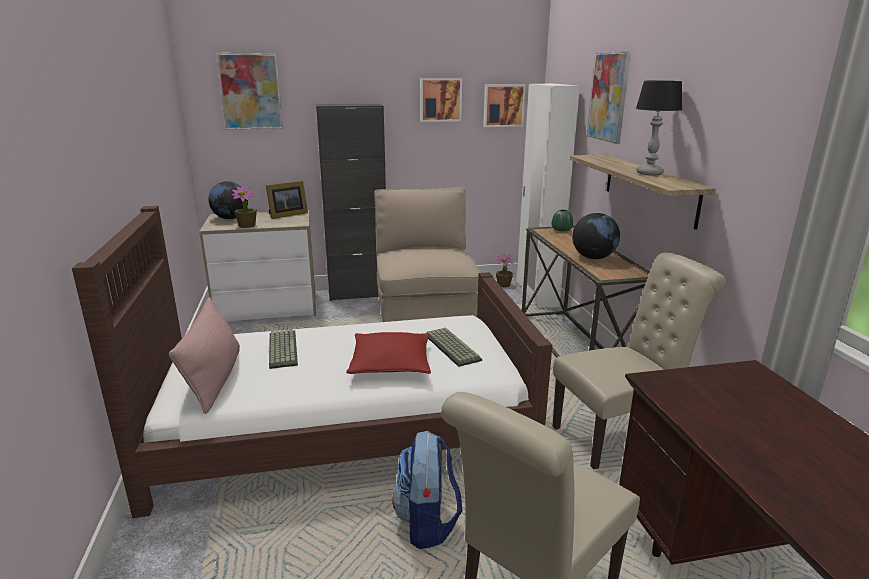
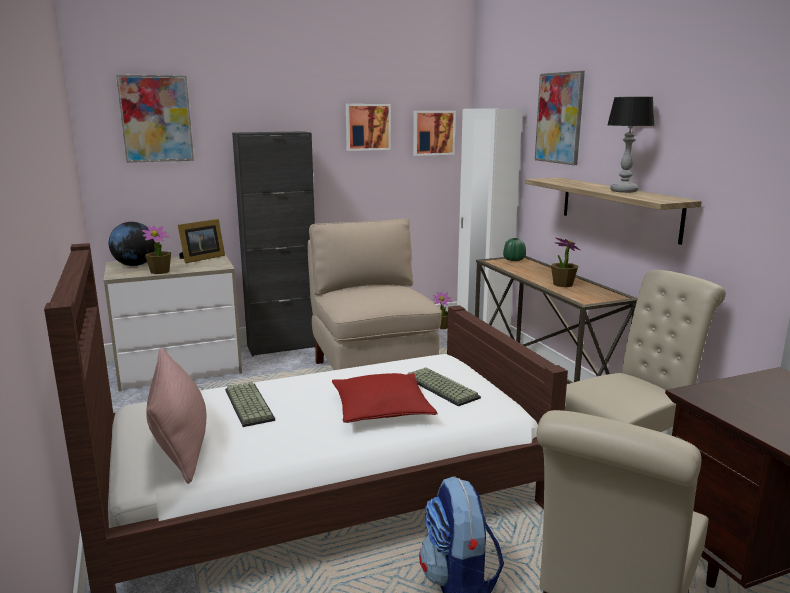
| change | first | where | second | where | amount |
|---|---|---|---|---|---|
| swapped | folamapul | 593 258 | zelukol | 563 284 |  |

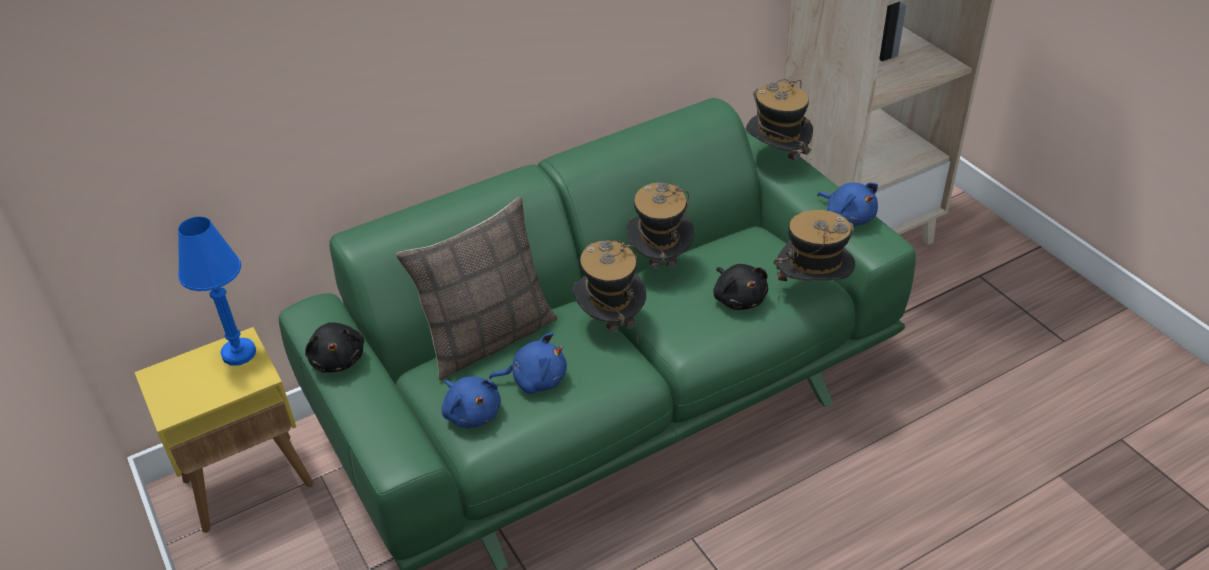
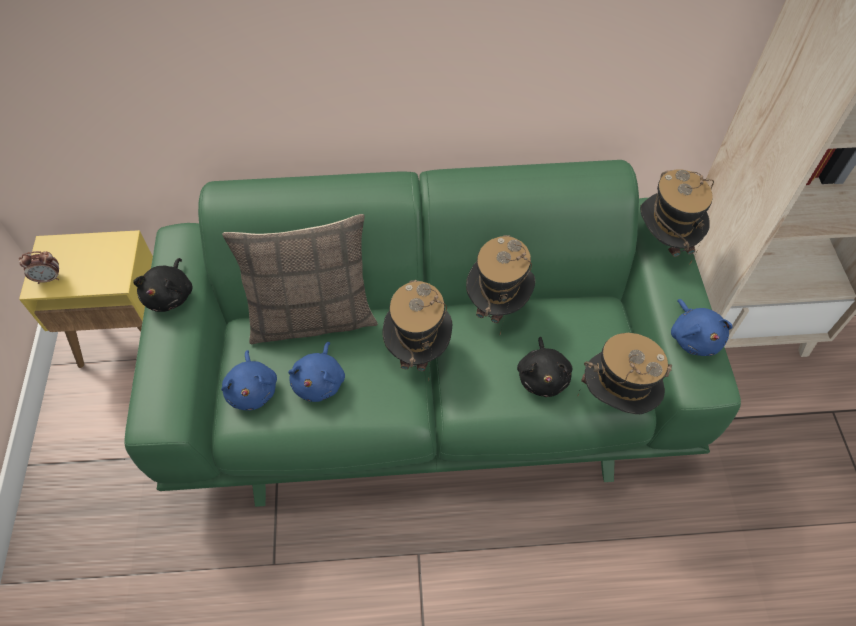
| change | first | where | second | where | amount |
|---|---|---|---|---|---|
| gone | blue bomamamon | 239 353 |  |  |  |
| new |  |  | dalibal | 49 278 |  |
| rotated | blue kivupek | 535 379 |  | 320 381 | 75 degrees clockwise |

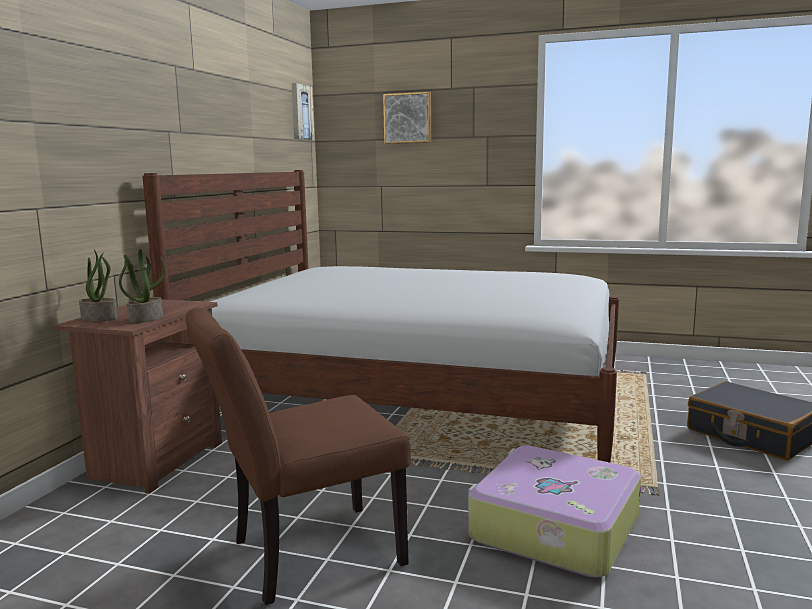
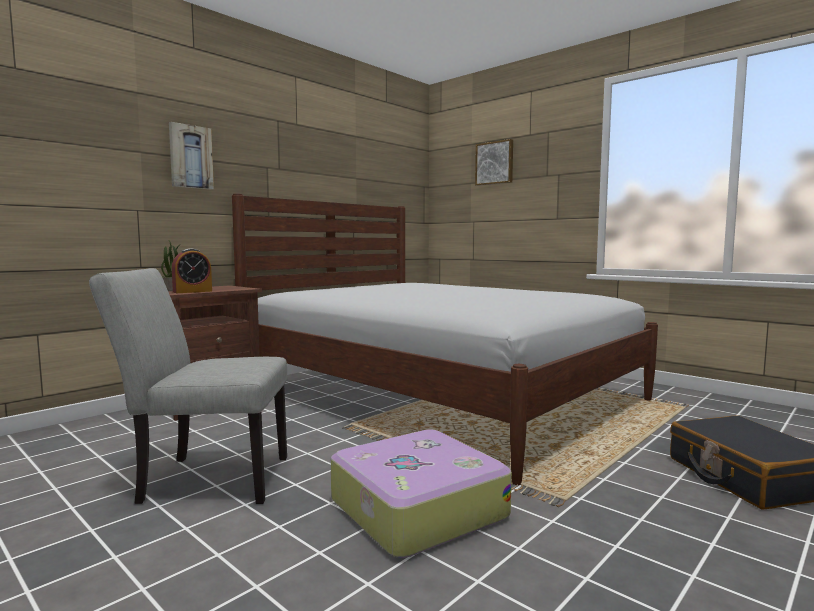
| change | first | where | second | where | amount |
|---|---|---|---|---|---|
| shifted | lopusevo | 300 112 |  | 190 157 |  |
| swapped | zelukol | 146 319 | dalibal | 192 291 |  |
| repainted | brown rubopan | 303 555 | grey rubopan | 205 479 |  |

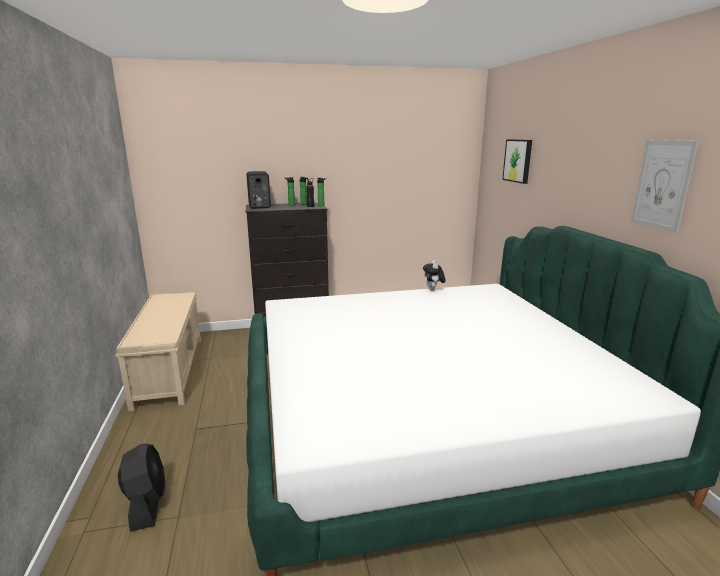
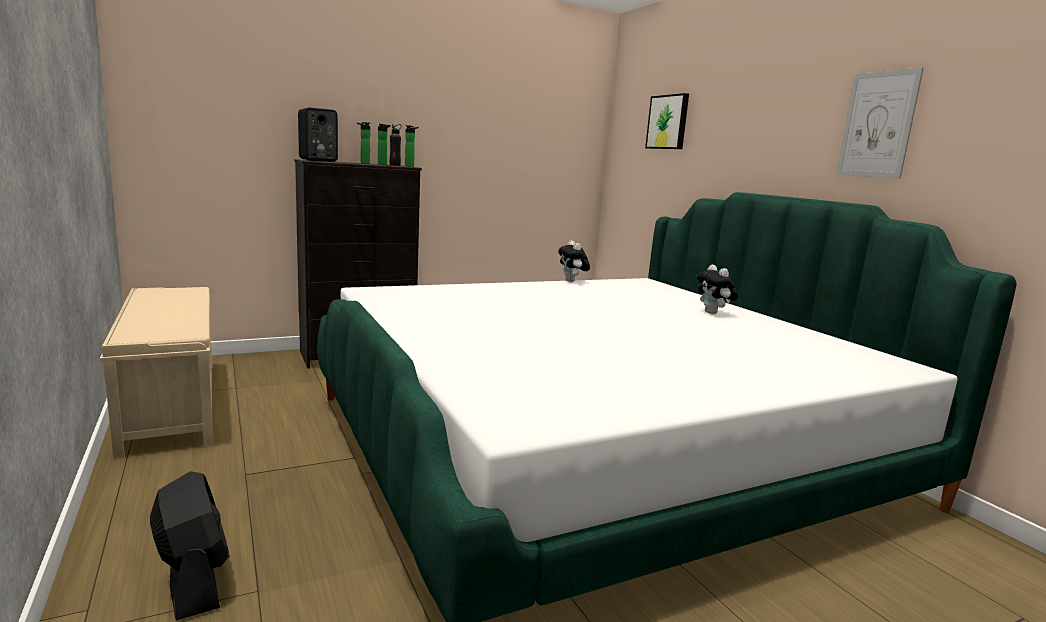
| change | first | where | second | where | amount |
|---|---|---|---|---|---|
| new |  |  | kivupek | 713 313 |  |

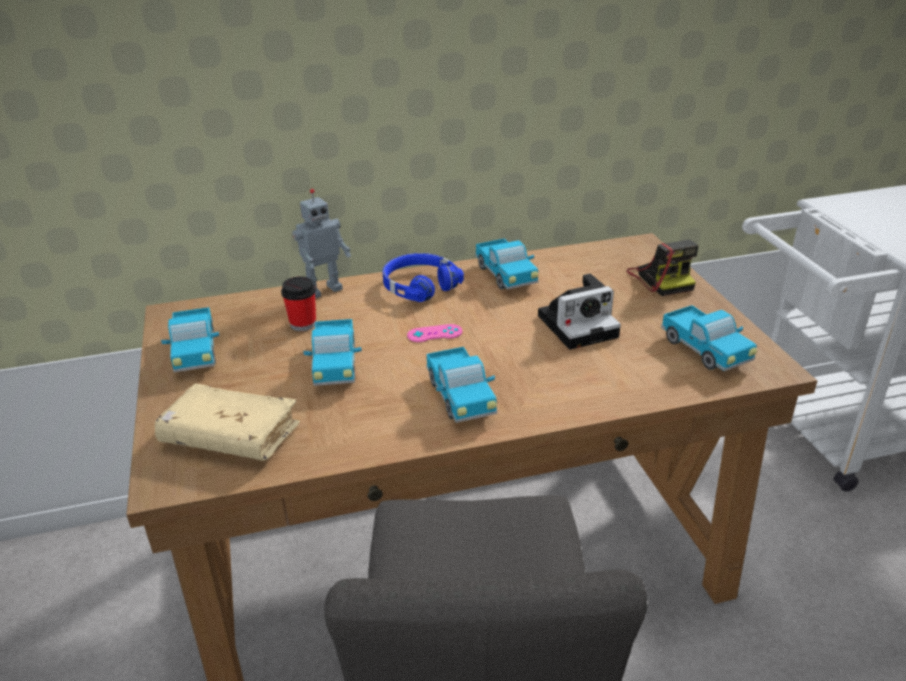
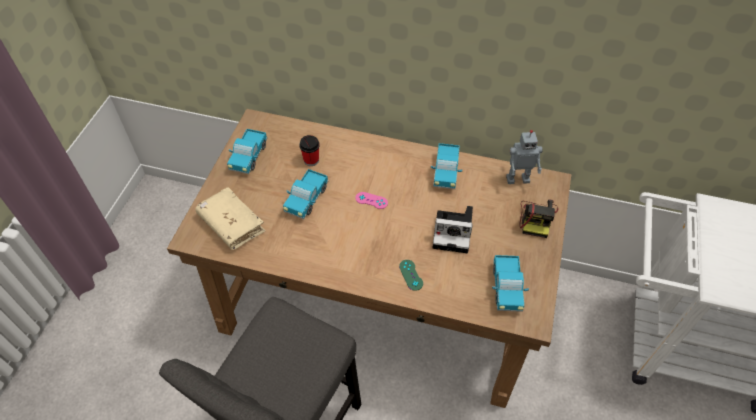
| change | first | where | second | where | amount |
|---|---|---|---|---|---|
| gone | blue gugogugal | 419 286 |  |  |  |
| gone | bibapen | 460 398 |  |  |  |
| new |  |  | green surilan | 411 275 |  |
| shifted | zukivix | 323 290 |  | 517 178 |  |

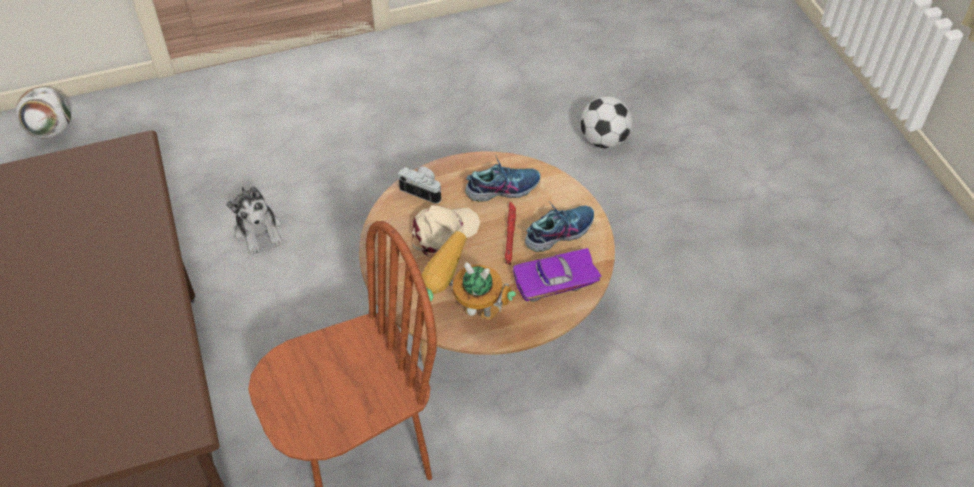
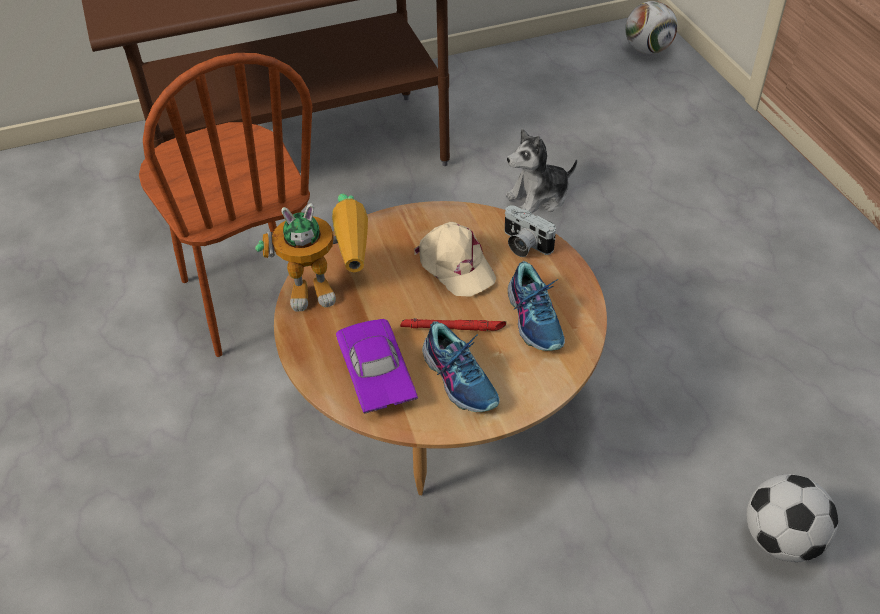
| change | first | where | second | where | amount |
|---|---|---|---|---|---|
| rotated | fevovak | 423 190 |  | 524 245 | 105 degrees clockwise |
| rotated | zukivix | 464 313 |  | 330 289 | 60 degrees clockwise |

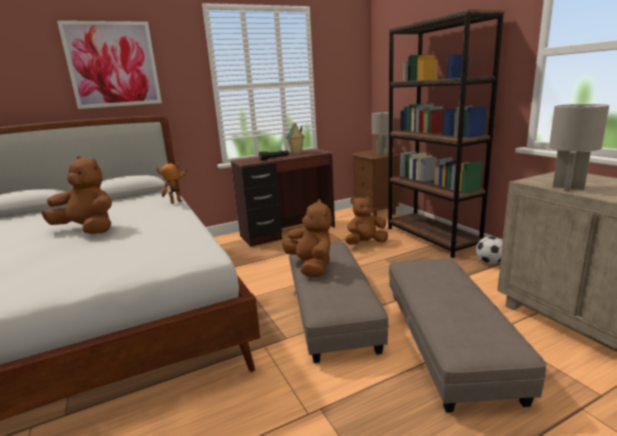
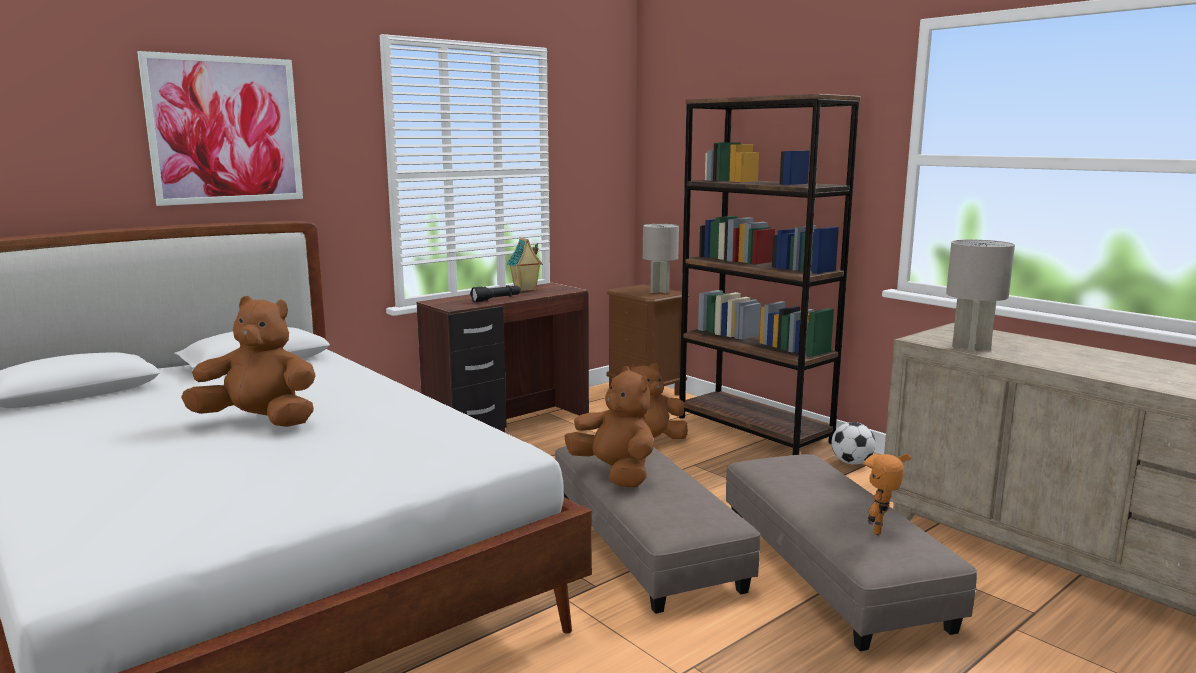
| change | first | where | second | where | amount |
|---|---|---|---|---|---|
| shifted | zukivix | 178 202 |  | 882 531 |  |

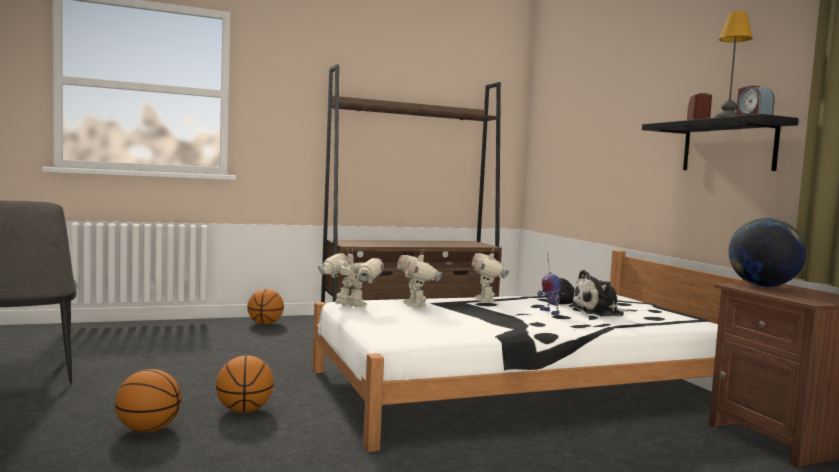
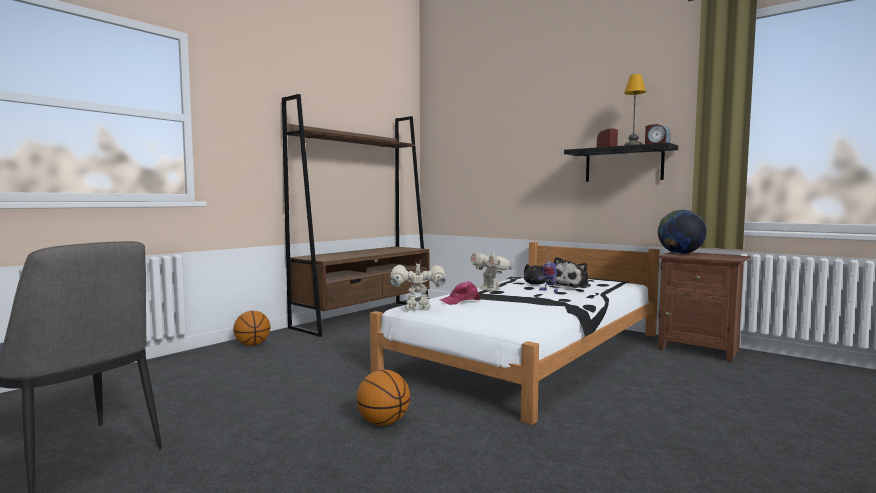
| change | first | where | second | where | amount |
|---|---|---|---|---|---|
| gone | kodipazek | 148 430 |  |  |  |
| swapped | zukivix | 416 306 | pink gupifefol | 461 301 |  |

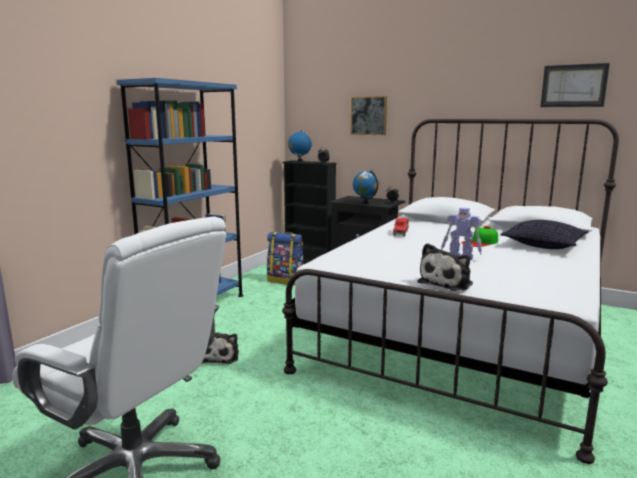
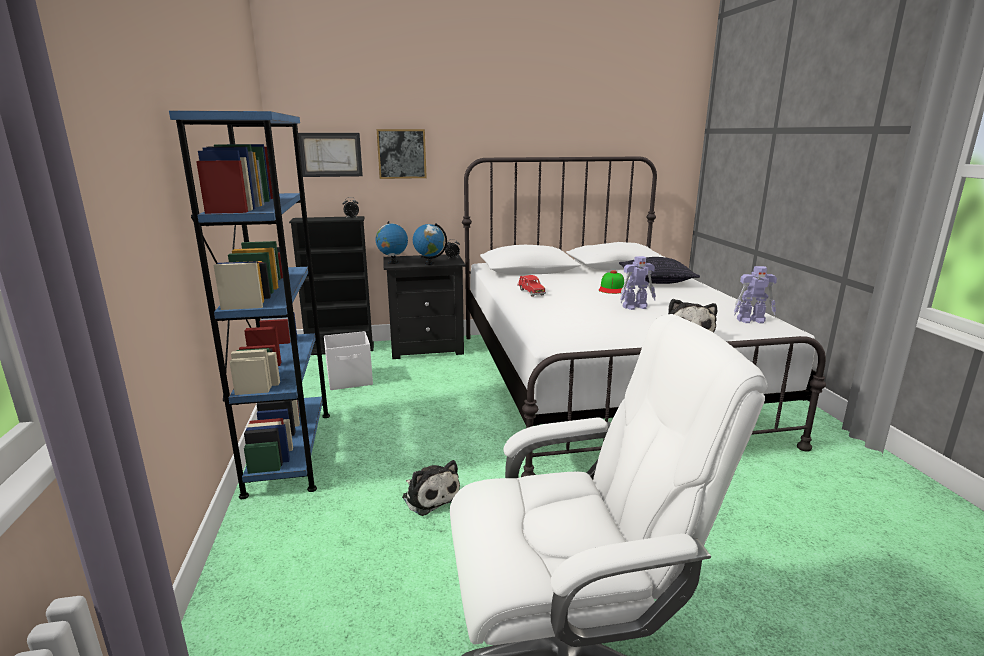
| change | first | where | second | where | amount |
|---|---|---|---|---|---|
| new |  |  | zukivix | 752 320 |  |
| shifted | folamapul | 299 161 |  | 392 263 |  |
| shifted | lopusevo | 573 86 |  | 330 154 |  |
| swapped | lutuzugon | 286 280 | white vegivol | 350 380 |  |

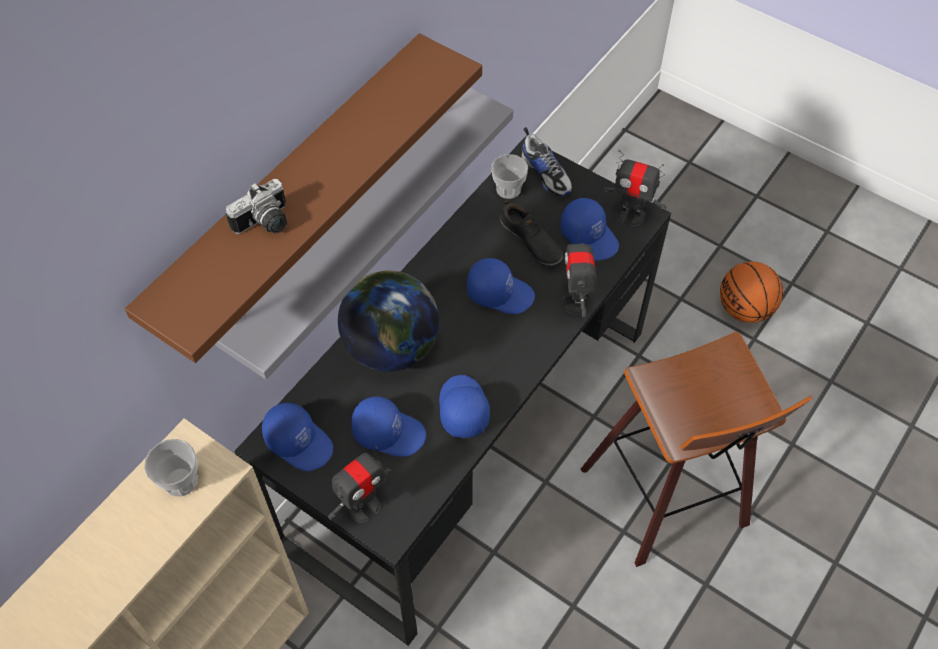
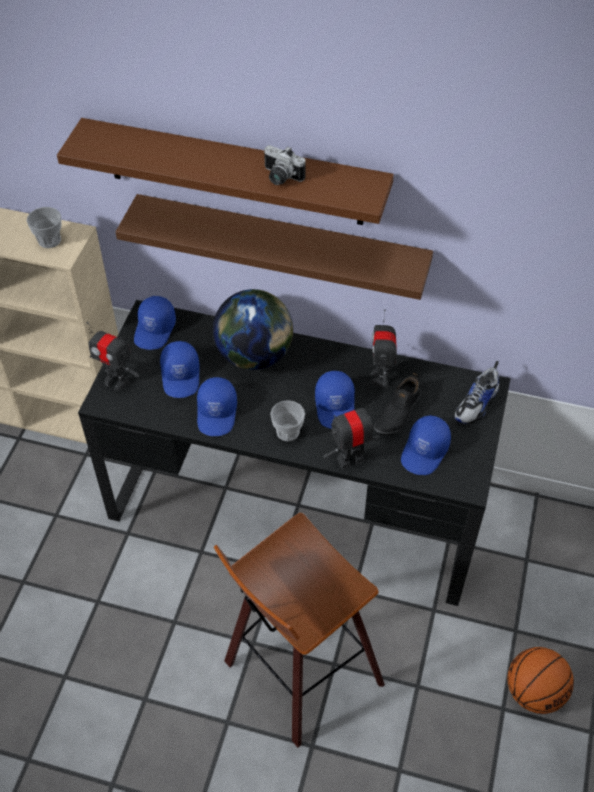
| change | first | where | second | where | amount |
|---|---|---|---|---|---|
| shifted | fevovak | 265 224 |  | 280 177 |  |
| shifted | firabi | 508 189 |  | 288 432 |  |
| shifted | zukivix | 630 215 |  | 381 377 |  |
| repainted | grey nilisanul | 343 222 | brown nilisanul | 281 245 |  |
| rotated | blue gupifefol | 462 409 |  | 217 413 | 120 degrees clockwise |

